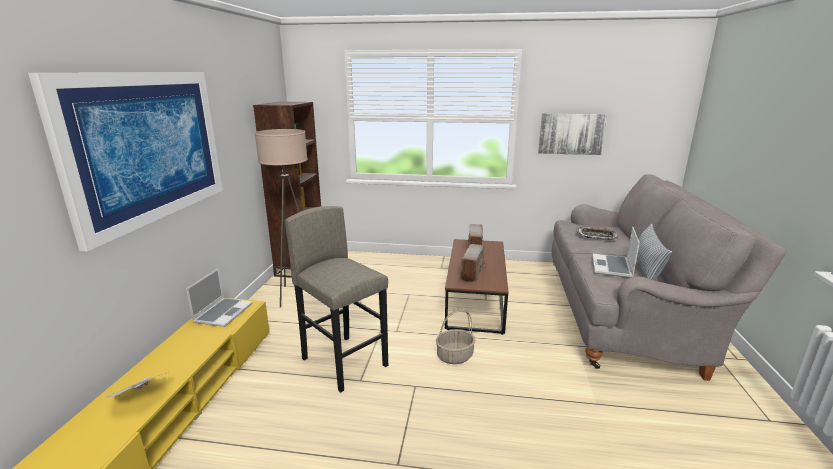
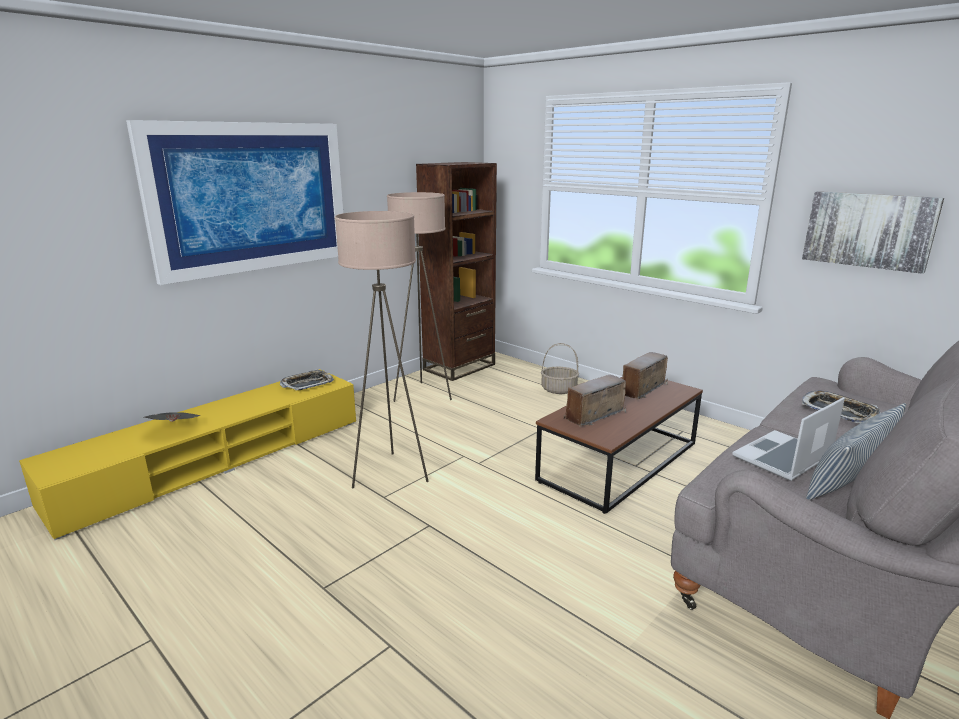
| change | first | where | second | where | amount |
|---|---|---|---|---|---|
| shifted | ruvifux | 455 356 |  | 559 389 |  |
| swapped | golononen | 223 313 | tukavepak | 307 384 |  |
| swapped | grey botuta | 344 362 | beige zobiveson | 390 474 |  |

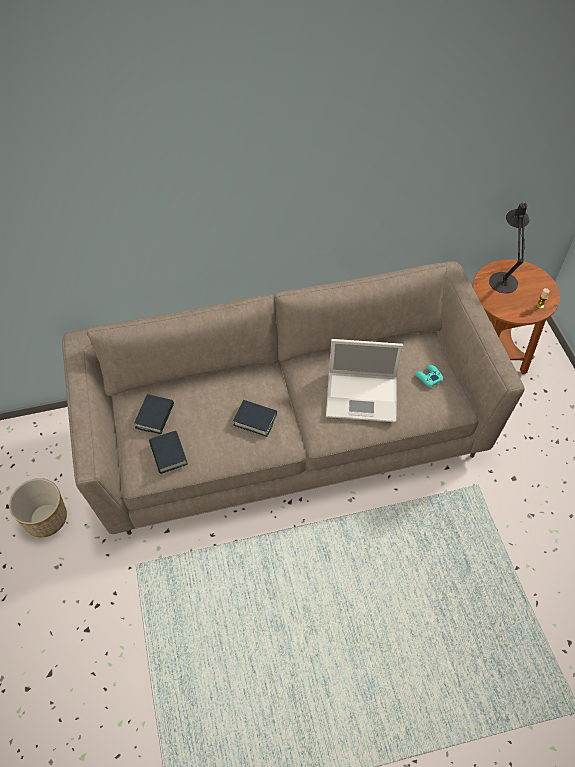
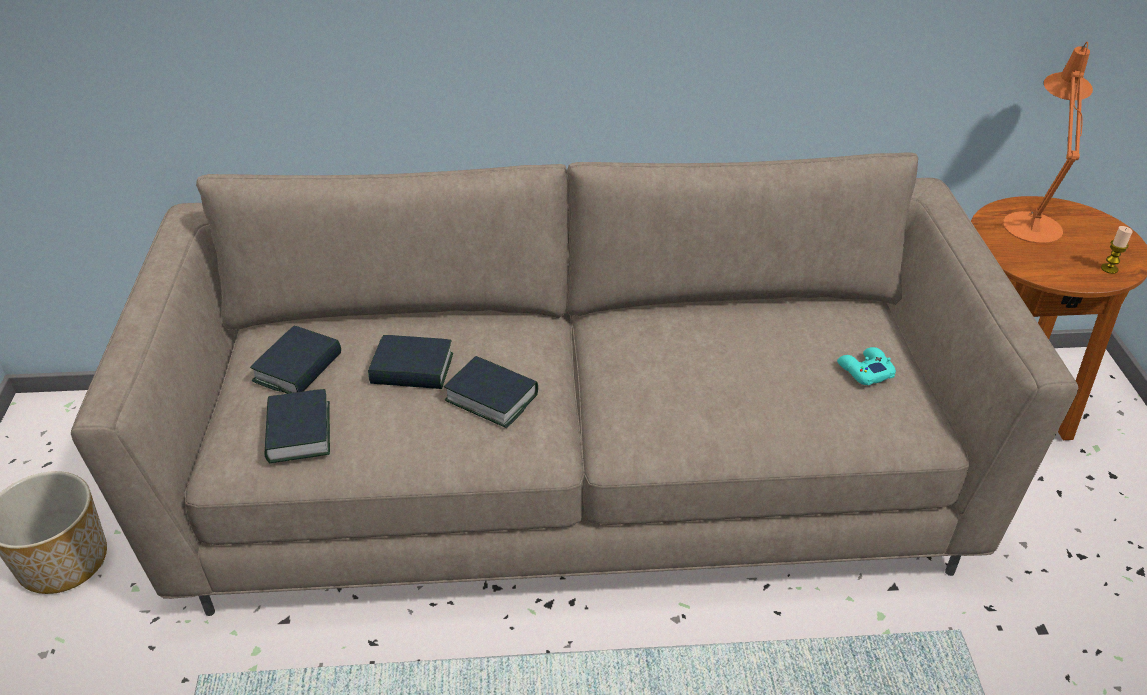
| change | first | where | second | where | amount |
|---|---|---|---|---|---|
| gone | golononen | 363 396 |  |  |  |
| new |  |  | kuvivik | 412 370 |  |
| repainted | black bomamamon | 502 279 | orange bomamamon | 1031 222 |  |

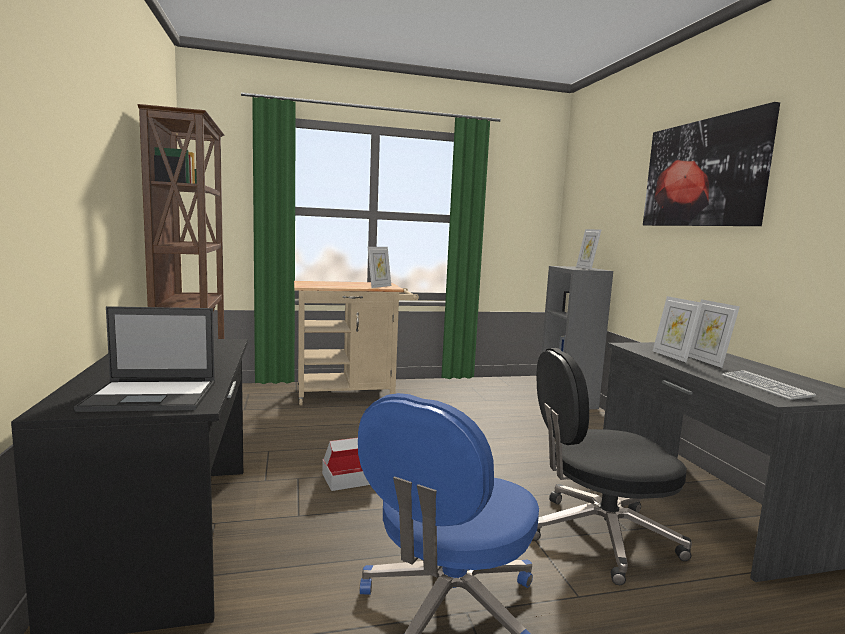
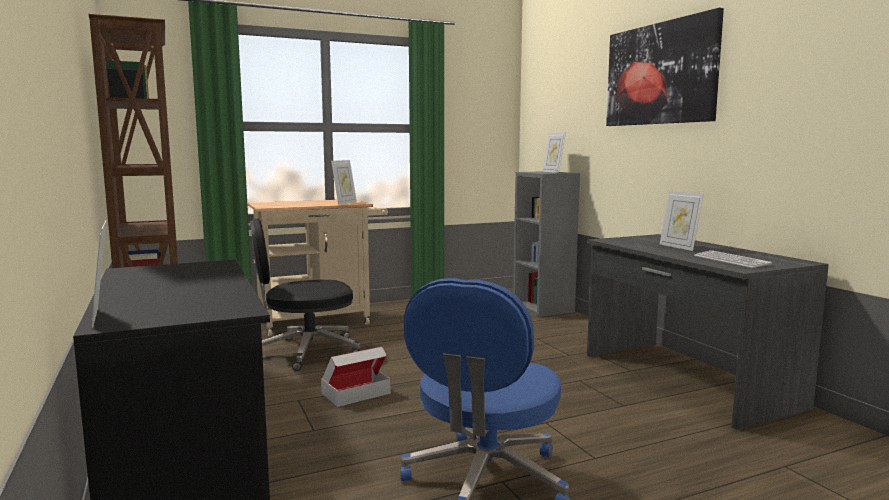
| change | first | where | second | where | amount |
|---|---|---|---|---|---|
| gone | golononen | 153 396 |  |  |  |
| shifted | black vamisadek | 599 536 |  | 305 352 |  |
| shifted | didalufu | 672 356 |  | 103 316 |  |

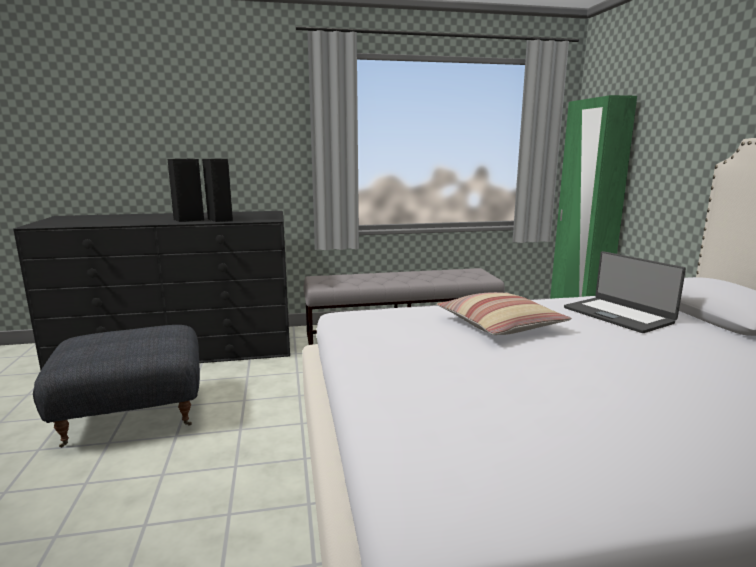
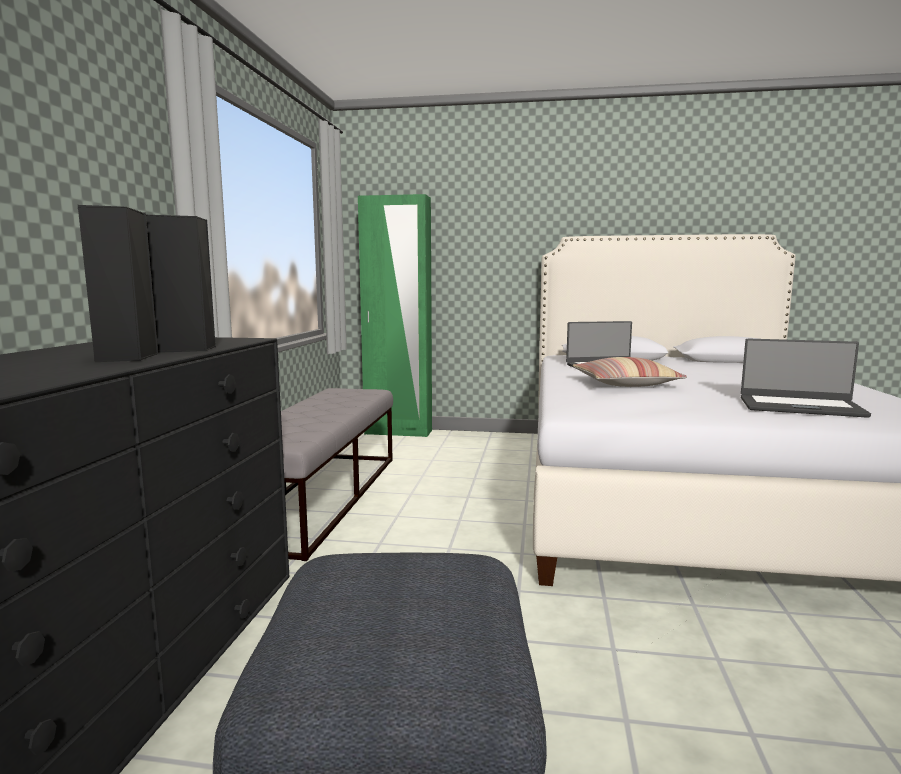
| change | first | where | second | where | amount |
|---|---|---|---|---|---|
| new |  |  | golononen | 800 407 |  |

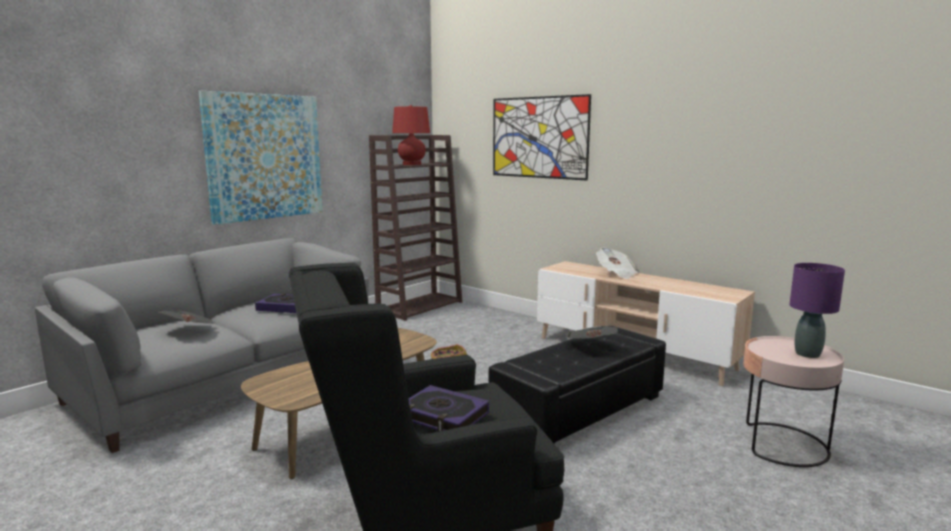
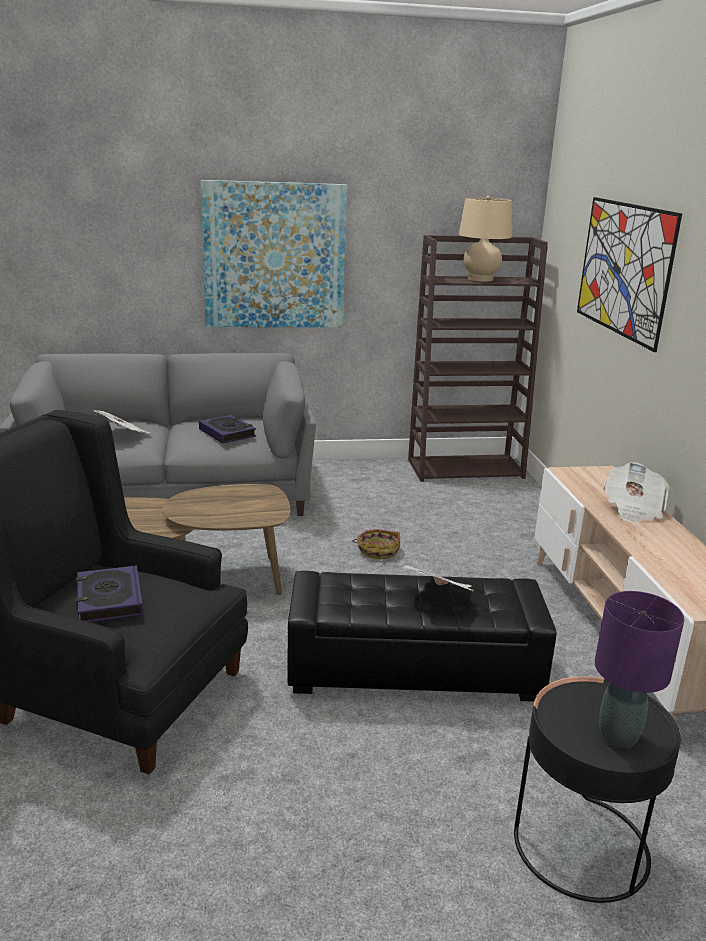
| change | first | where | second | where | amount |
|---|---|---|---|---|---|
| repainted | red bomamamon | 412 164 | beige bomamamon | 480 279 |  |
| repainted | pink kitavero | 781 444 | black kitavero | 580 846 |  |

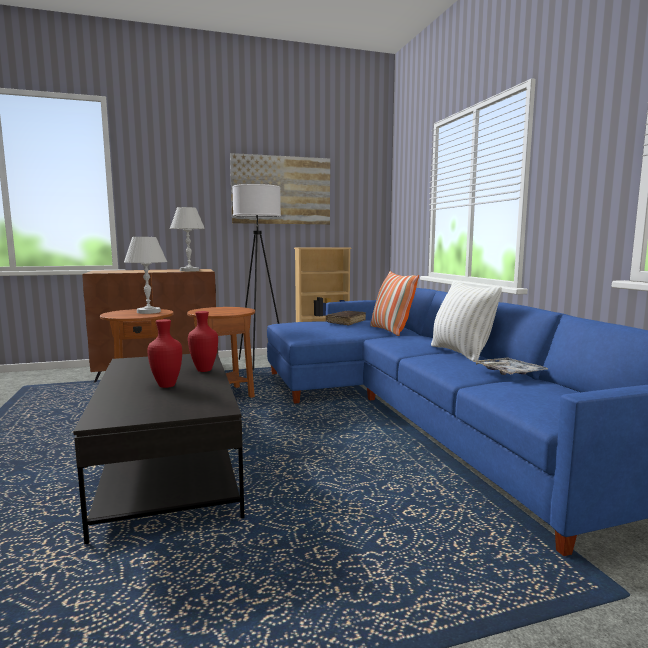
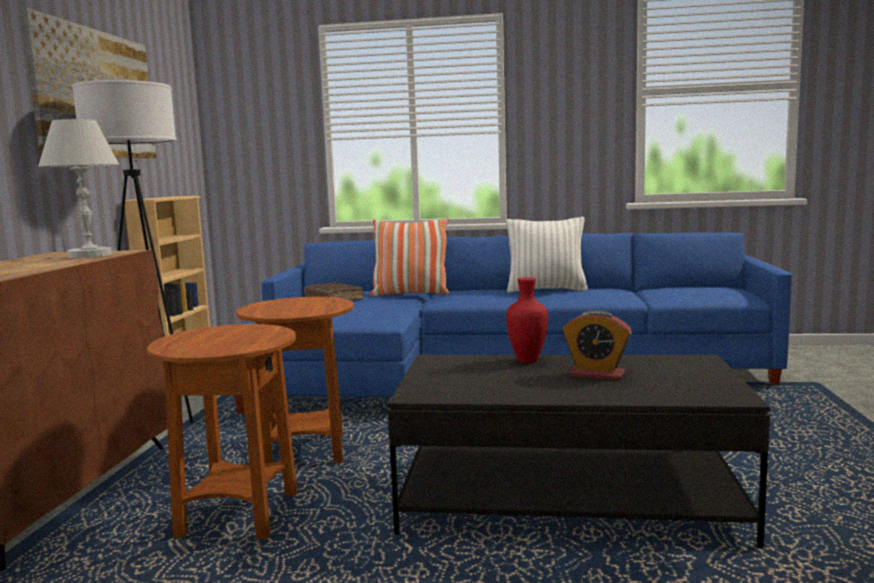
| change | first | where | second | where | amount |
|---|---|---|---|---|---|
| gone | white bomamamon | 148 312 |  |  |  |
| gone | tukavepak | 509 373 |  |  |  |
| swapped | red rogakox | 167 386 | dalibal | 596 375 |  |

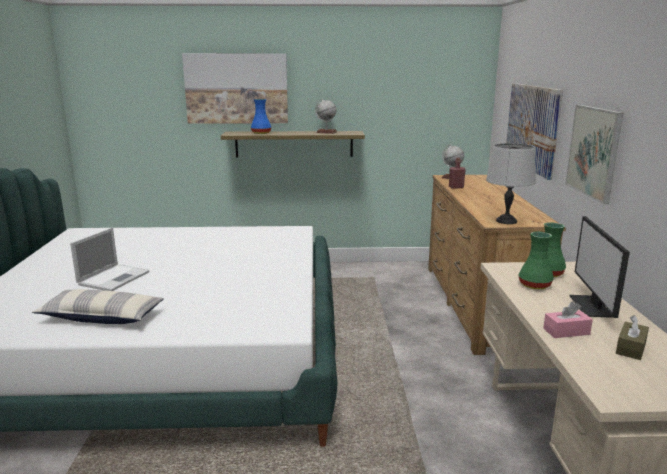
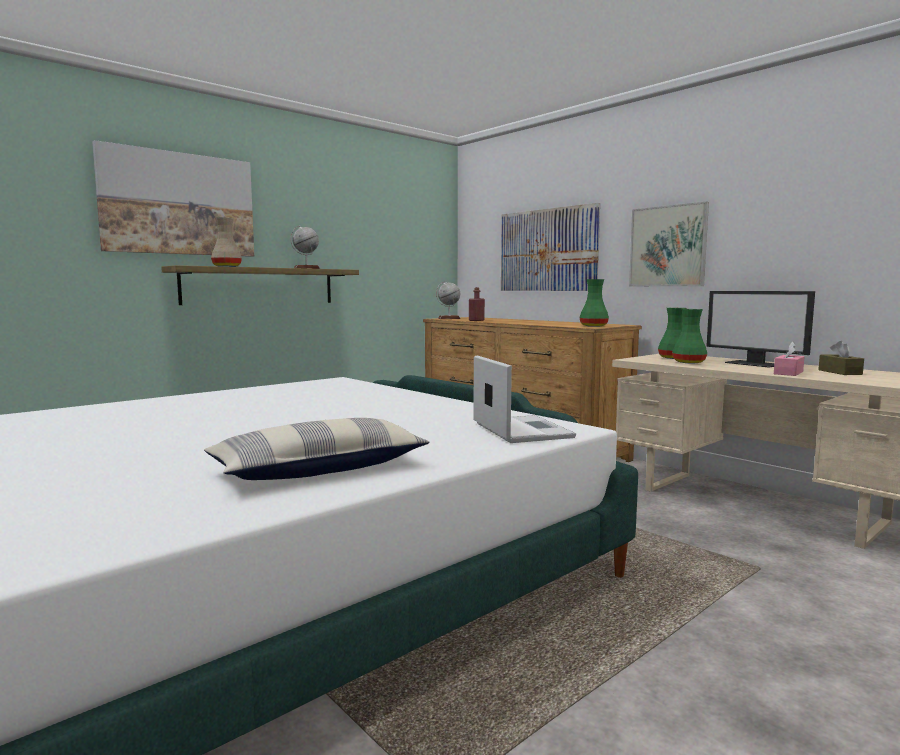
| change | first | where | second | where | amount |
|---|---|---|---|---|---|
| shifted | golononen | 114 278 |  | 520 430 |  |
| swapped | grey bomamamon | 506 221 | green rogakox | 593 326 |  |
| repainted | blue rogakox | 261 133 | beige rogakox | 226 266 |  |

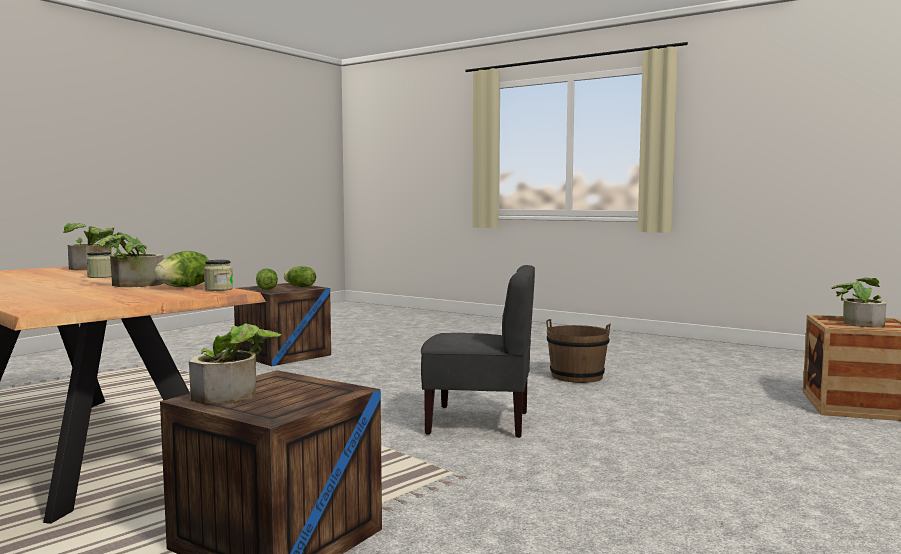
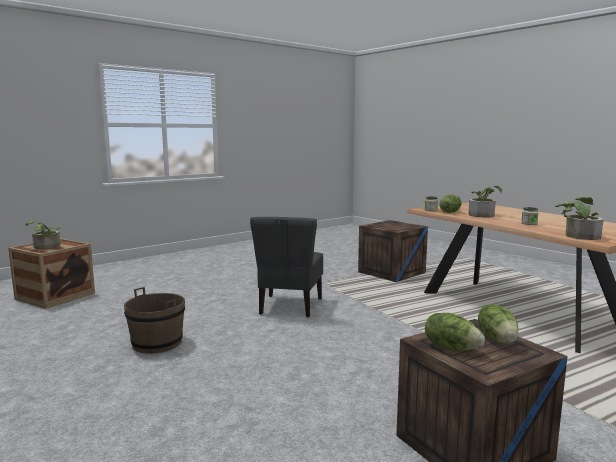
| change | first | where | second | where | amount |
|---|---|---|---|---|---|
| gone | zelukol | 234 395 |  |  |  |
| rotated | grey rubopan | 479 422 |  | 290 306 | 105 degrees counterclockwise |

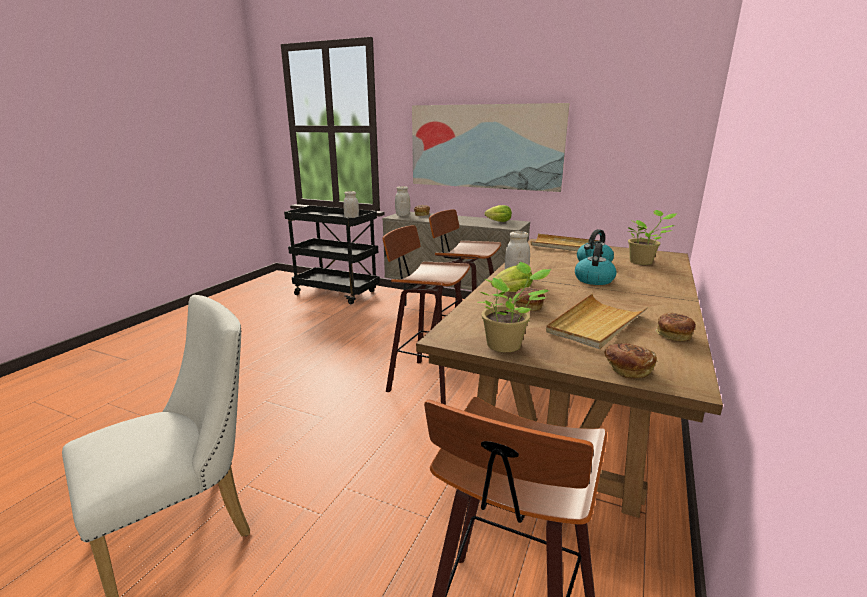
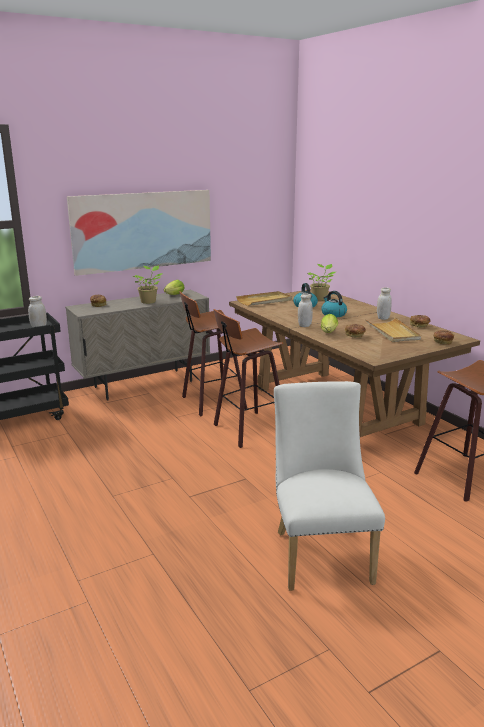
| change | first | where | second | where | amount |
|---|---|---|---|---|---|
| shifted | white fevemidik | 402 215 |  | 383 318 |  |
| shifted | zelukol | 506 345 |  | 149 301 |  |

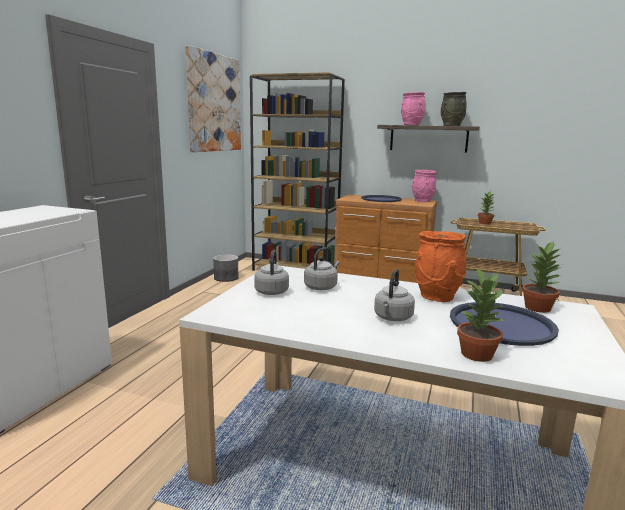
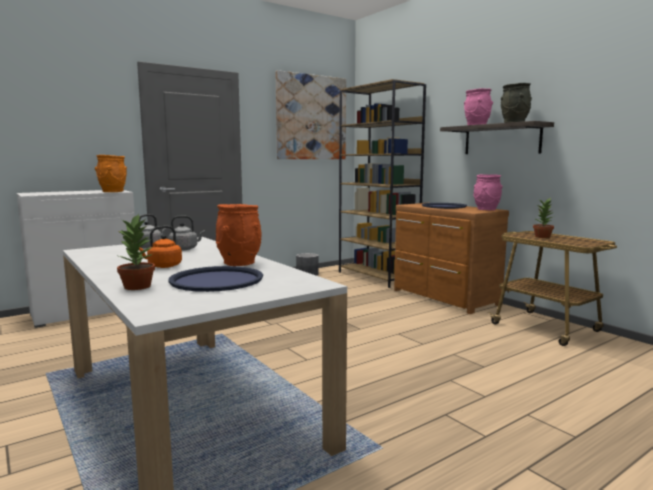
| change | first | where | second | where | amount |
|---|---|---|---|---|---|
| gone | zelukol | 538 308 |  |  |  |
| new |  |  | orange rogakox | 112 191 |  |
| repainted | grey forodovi | 392 318 | orange forodovi | 163 266 |  |

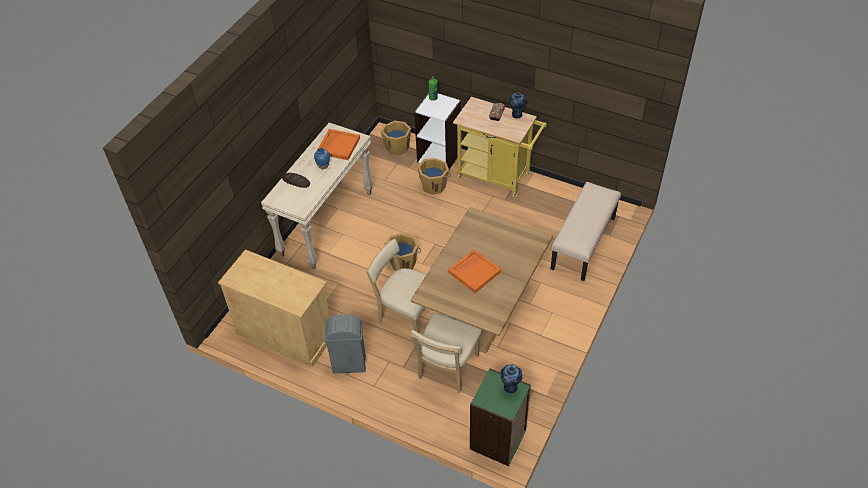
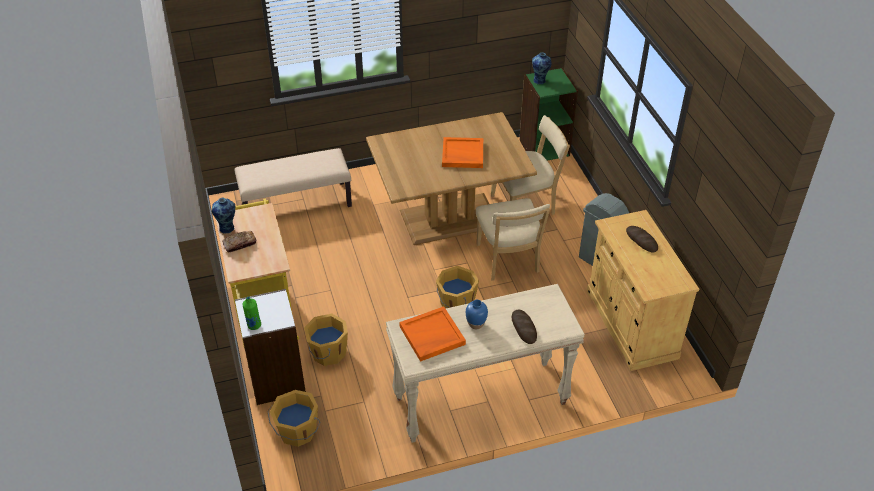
| change | first | where | second | where | amount |
|---|---|---|---|---|---|
| new |  |  | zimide | 641 240 |  |

